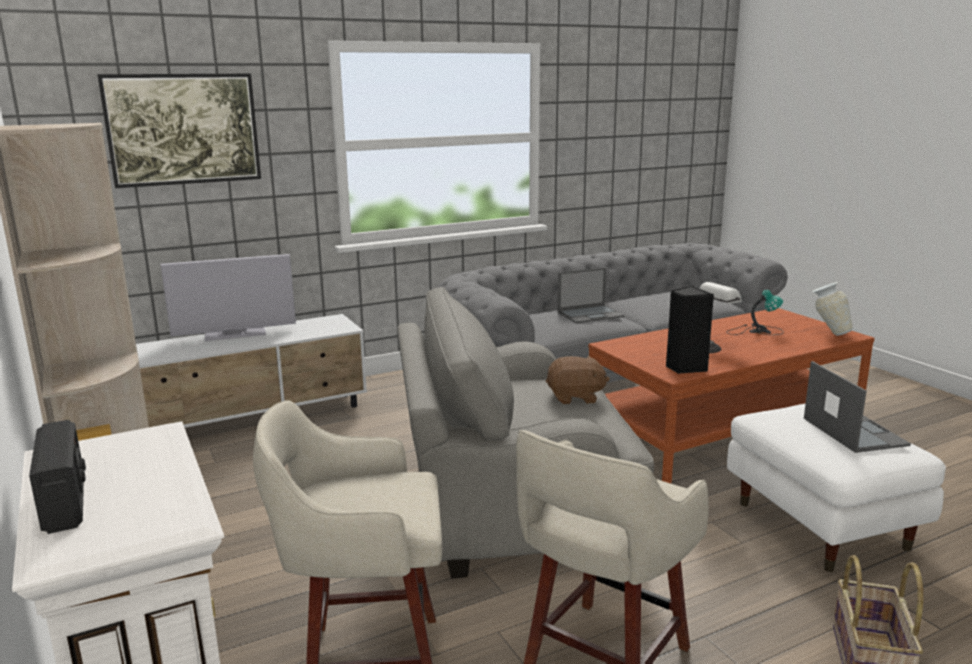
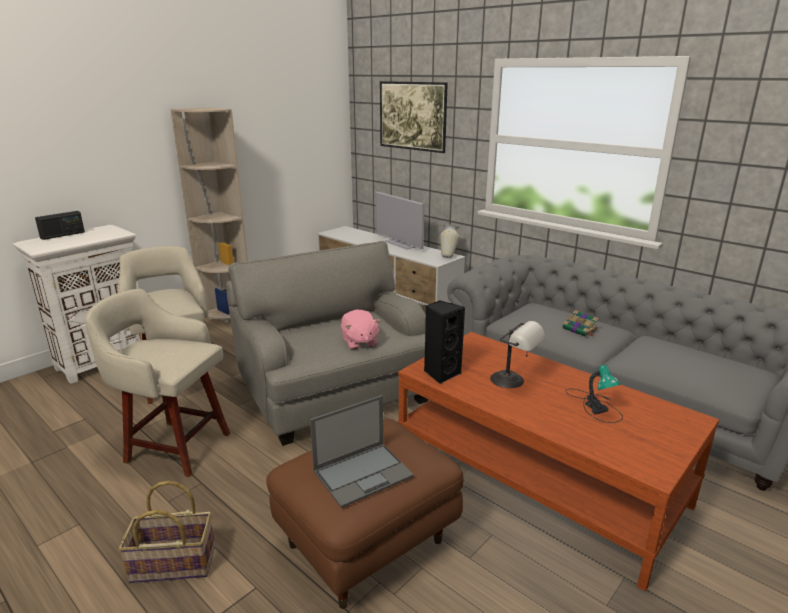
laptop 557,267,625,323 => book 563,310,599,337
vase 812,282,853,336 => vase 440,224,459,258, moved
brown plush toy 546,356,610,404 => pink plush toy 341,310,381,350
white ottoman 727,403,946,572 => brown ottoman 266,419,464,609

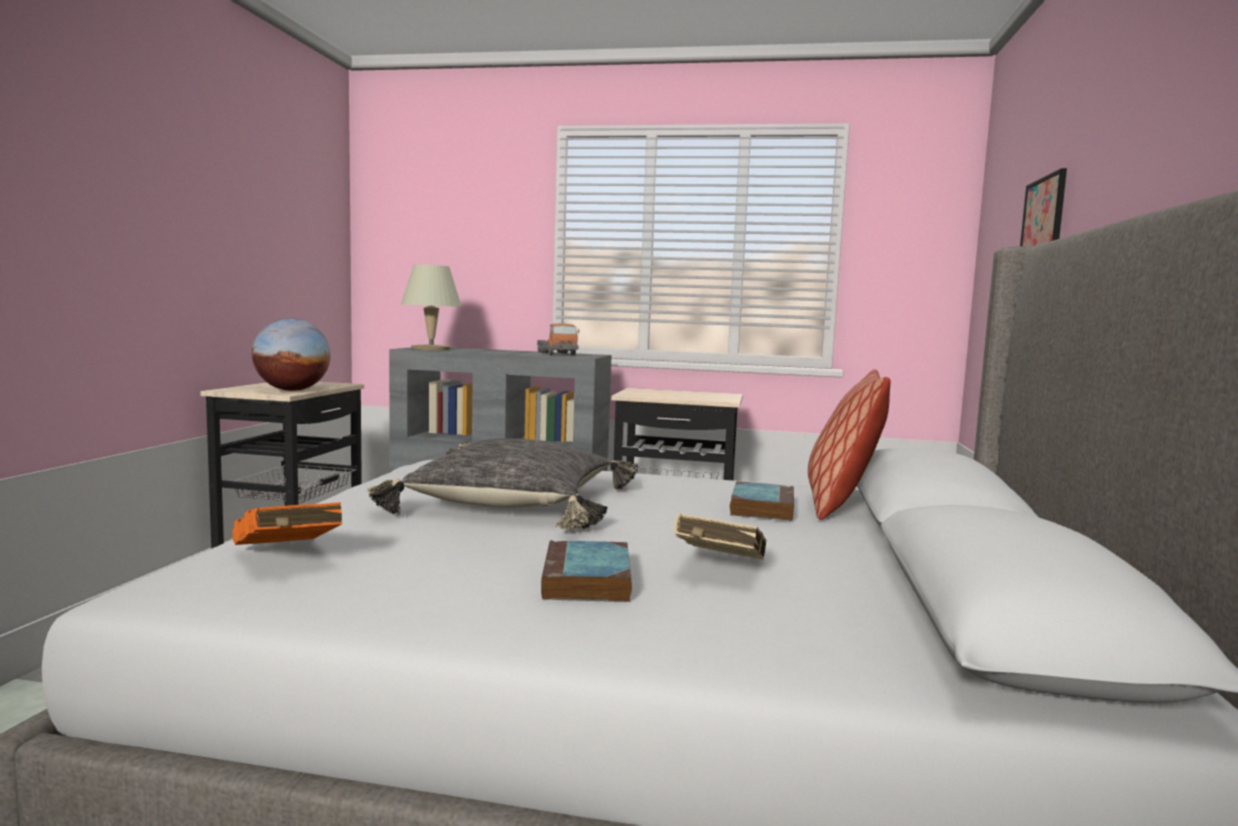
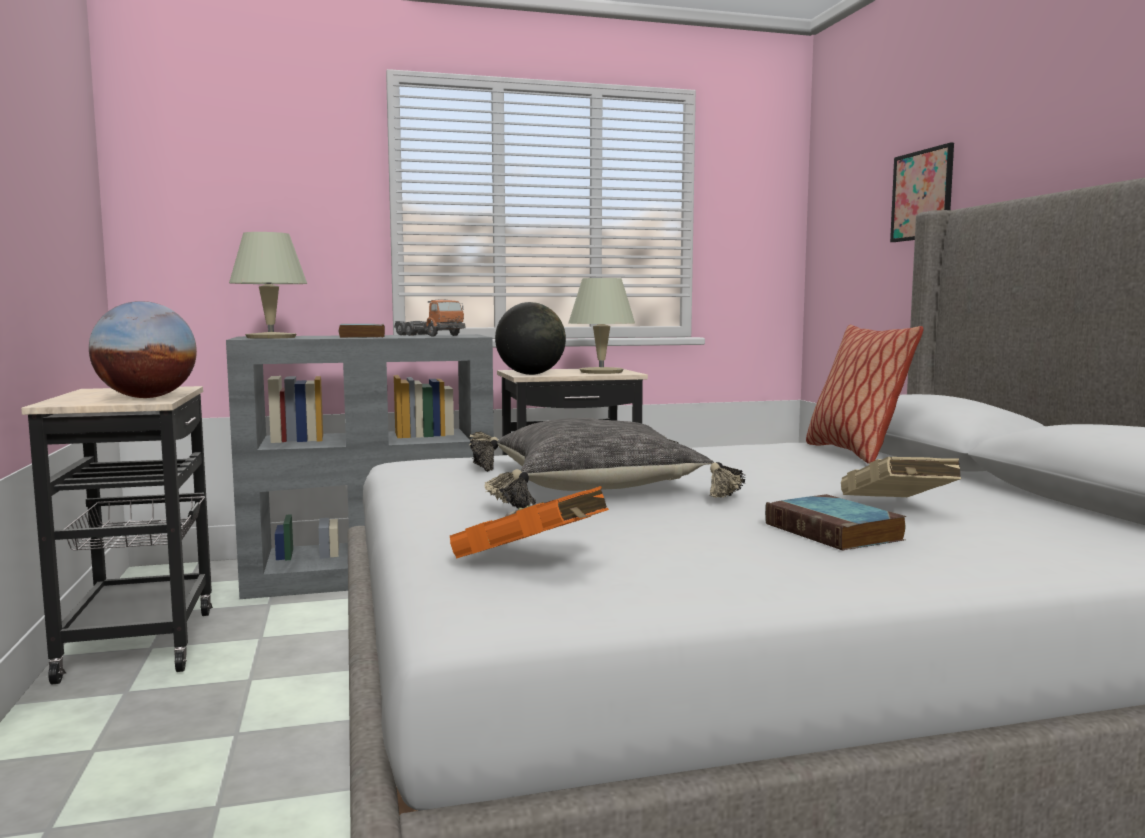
book 730,481,794,521 => book 339,324,385,338, moved
nothing => beige table lamp 568,278,635,374
nothing => globe 495,302,566,375

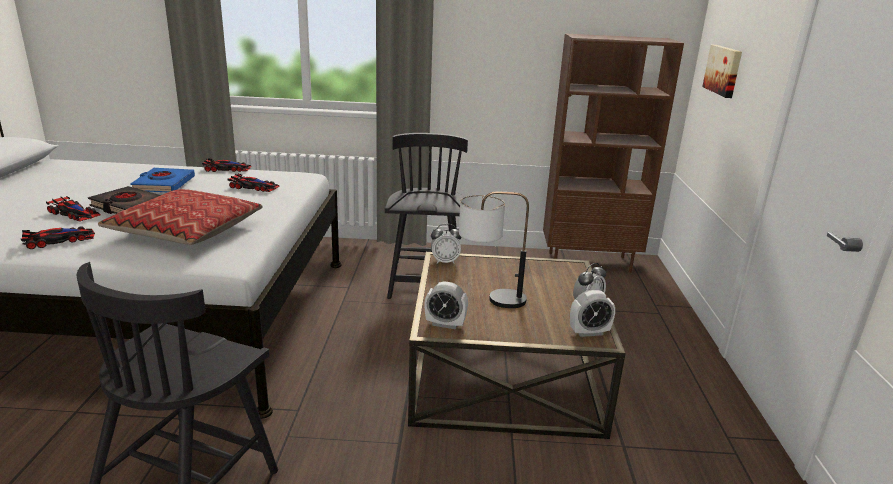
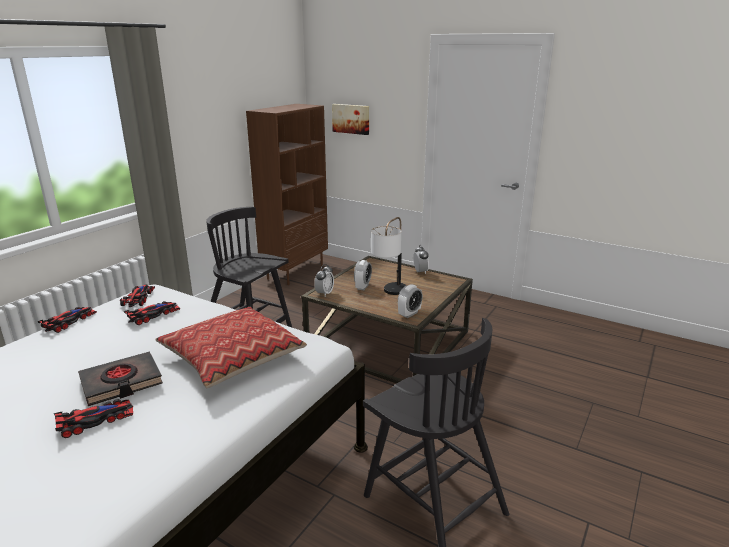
blue book 130,168,195,192 => nothing
toy car 21,227,95,249 => toy car 120,284,155,307, moved
alarm clock 570,290,615,337 => alarm clock 354,260,372,290, moved

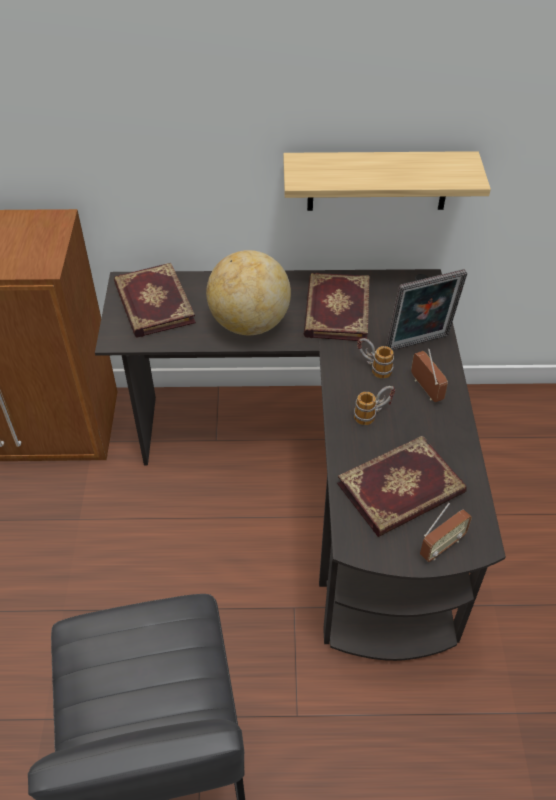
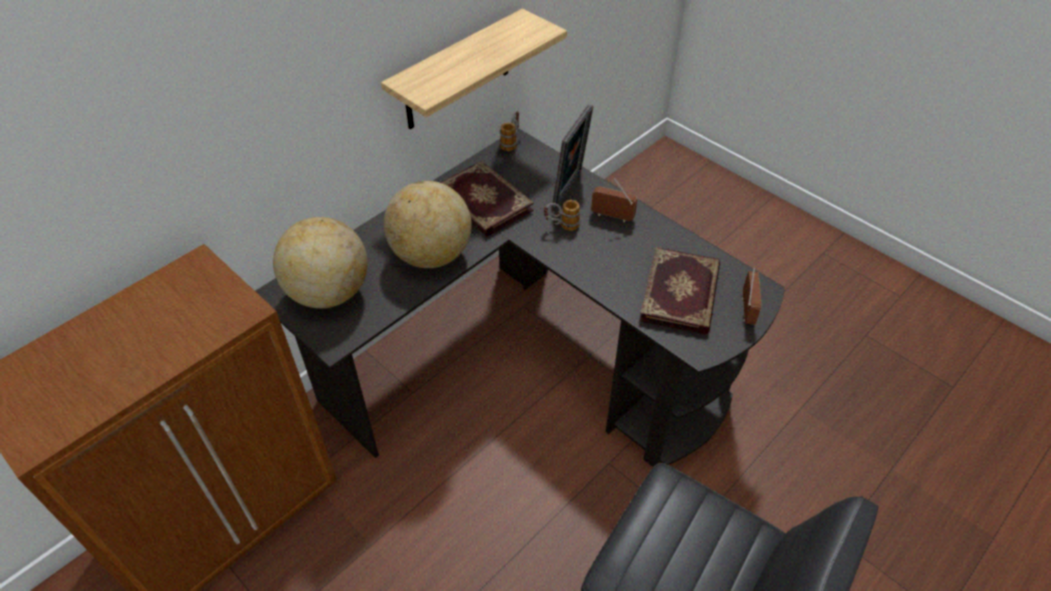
book 114,263,196,338 => globe 273,217,368,308
mug 354,386,395,425 => mug 499,111,519,151, moved

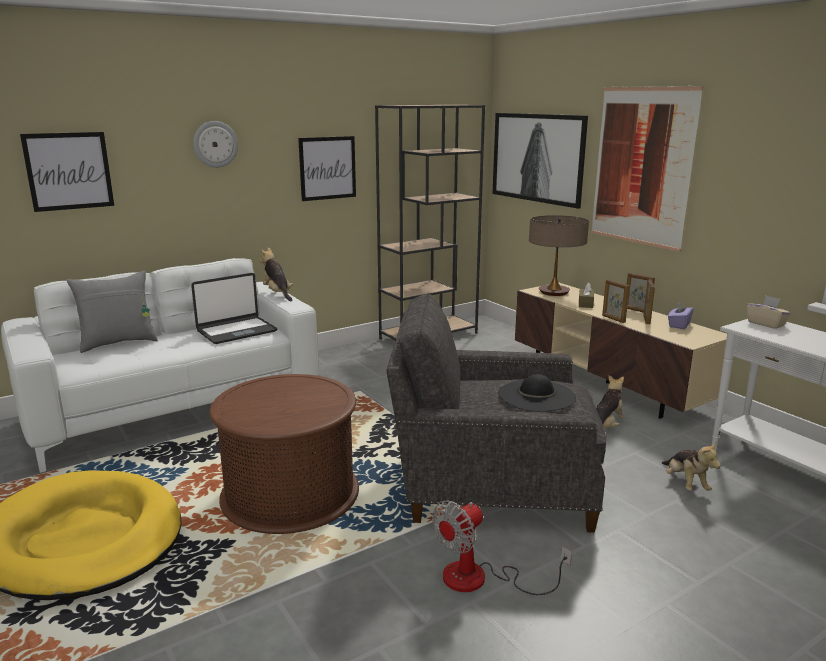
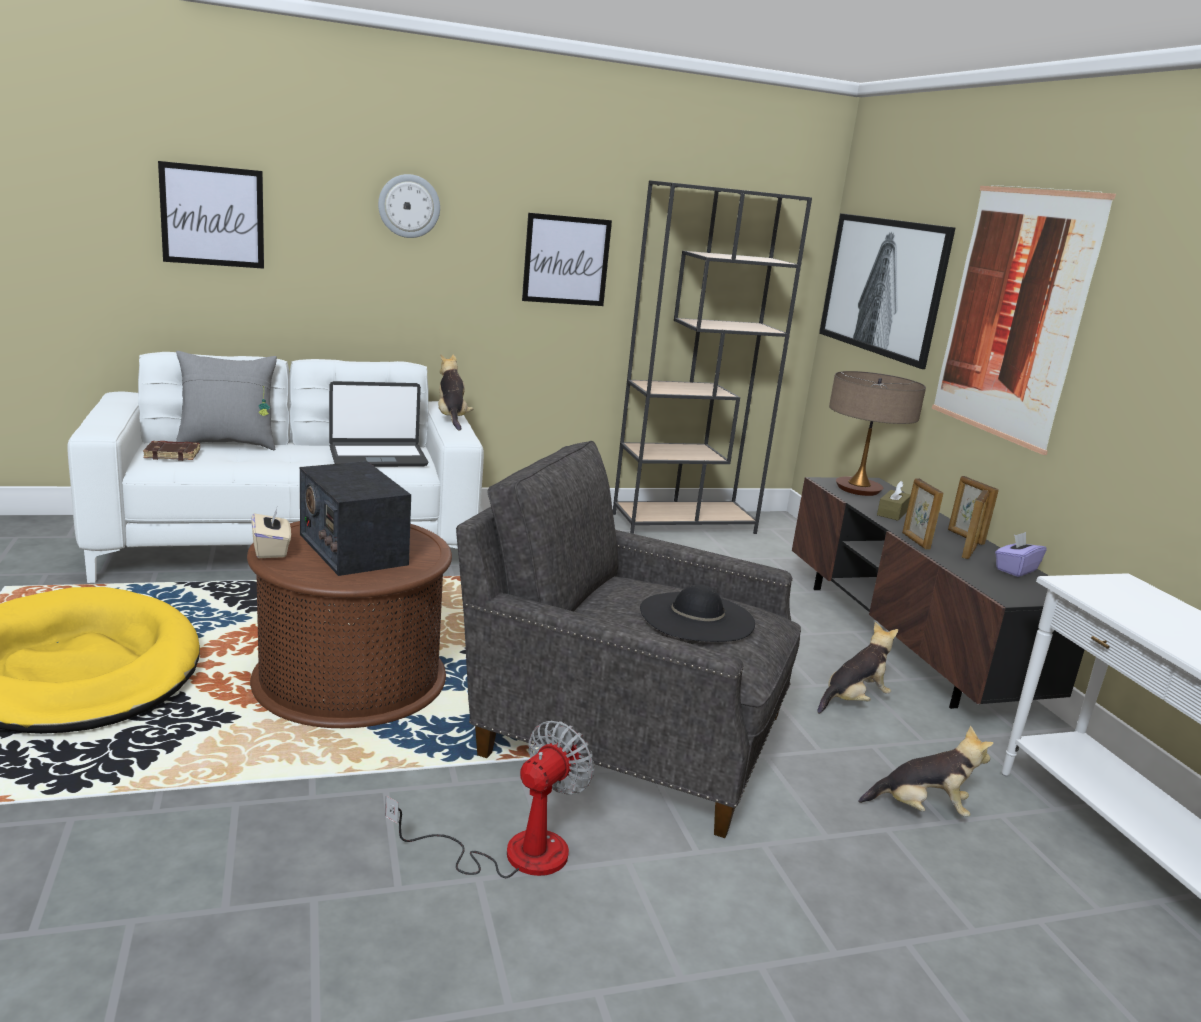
beige tv stand 515,282,727,419 => black tv stand 792,477,1085,709
beige tissue box 747,296,791,329 => beige tissue box 251,508,291,558, moved
plush toy 662,443,721,491 => plush toy 858,725,993,817, 90 degrees counterclockwise
fan 432,500,572,595 => fan 385,720,594,878, 150 degrees clockwise
nothing => brown book 143,441,200,461
nothing => radio 300,461,411,576

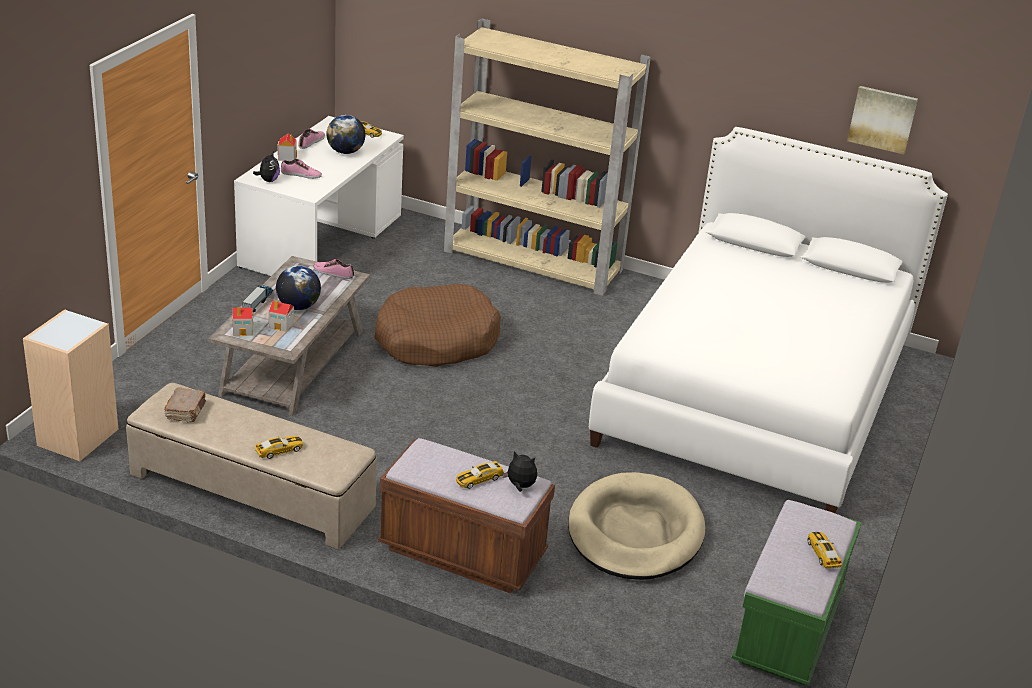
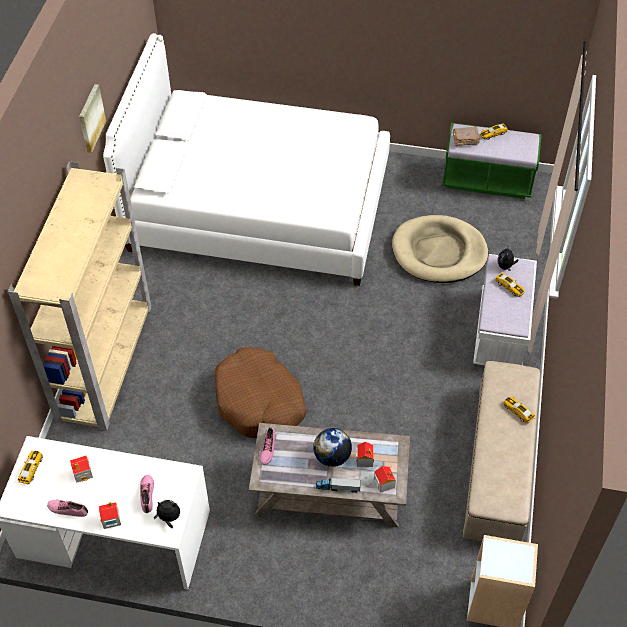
picture 847,86,918,154 => picture 79,84,106,153, moved
globe 326,115,365,154 => toy house 70,455,93,482
brown book 164,387,206,422 => brown book 453,127,480,146, moved
brown bench 378,438,555,594 => white bench 473,254,537,365

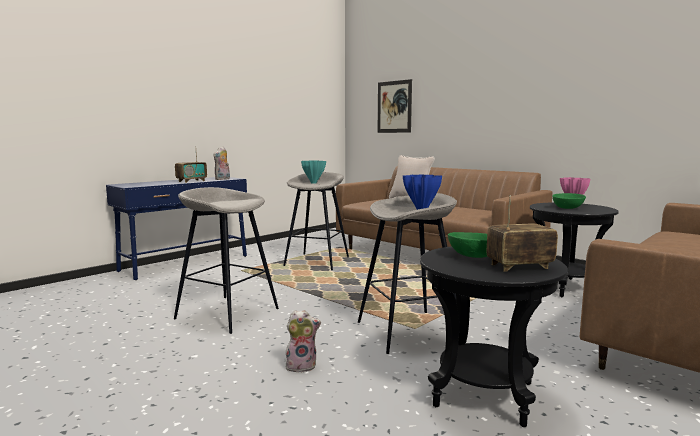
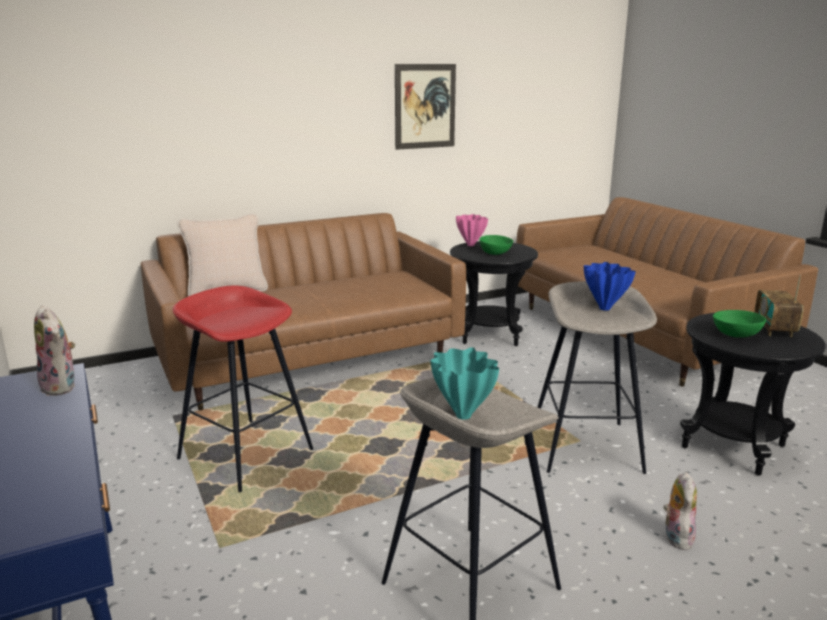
picture 378,79,412,133 => picture 395,64,456,150, moved
radio 175,147,207,183 => nothing
turquoise vase 301,160,326,184 => turquoise vase 430,347,499,420, moved
grey stool 283,172,349,270 => red stool 172,286,313,492

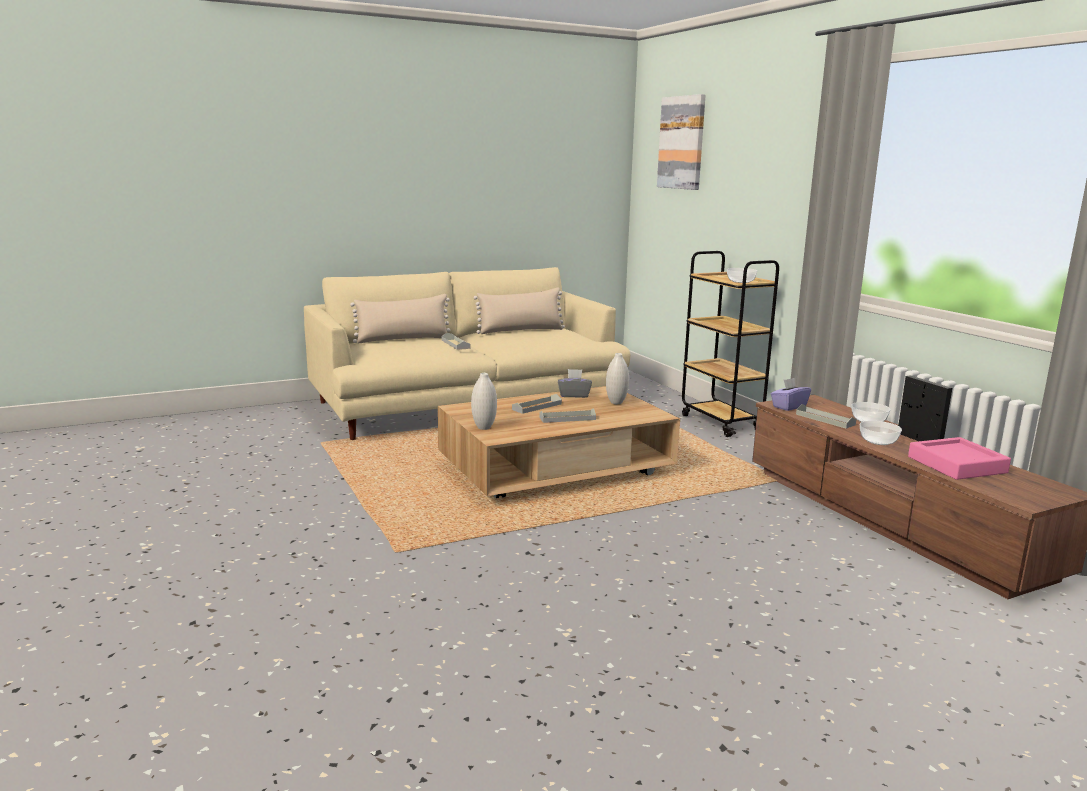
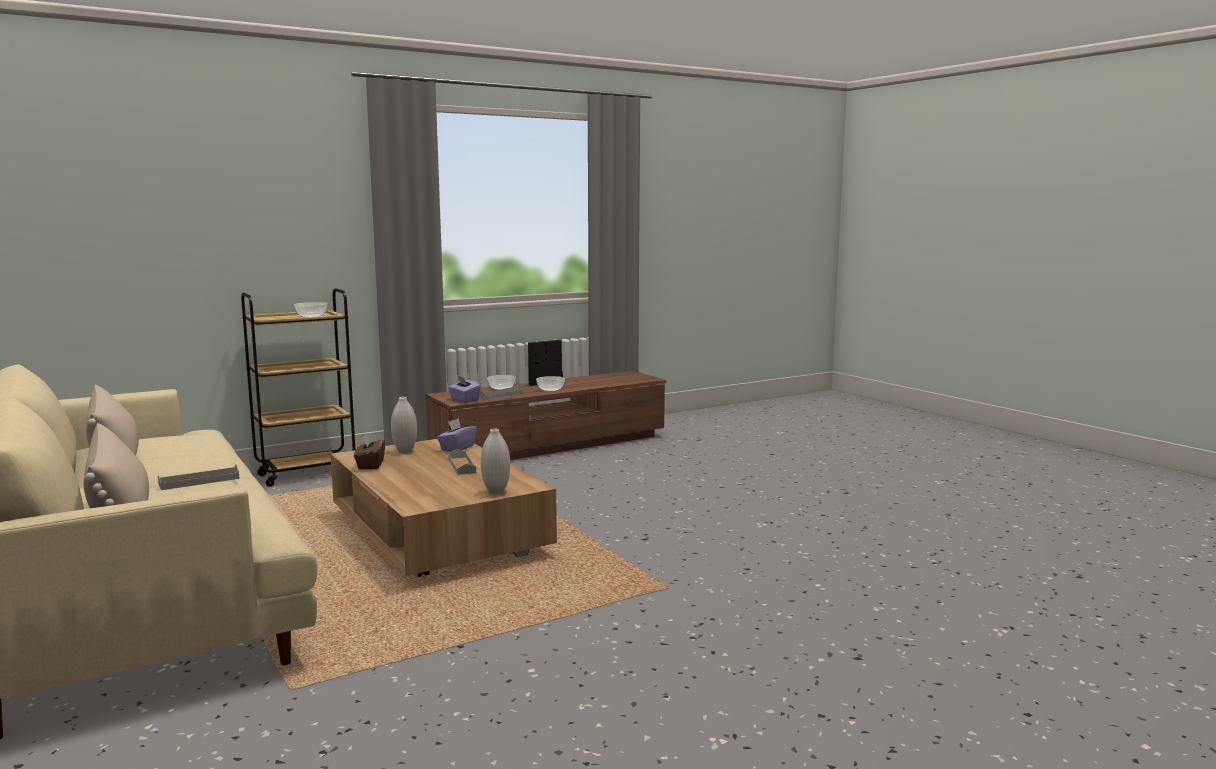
picture 657,94,706,190 => nothing
grey tissue box 558,369,592,398 => brown tissue box 354,434,385,469
grey tray 512,394,562,414 => nothing
pink tray 908,437,1011,480 => nothing
nothing => purple tissue box 437,418,477,452

